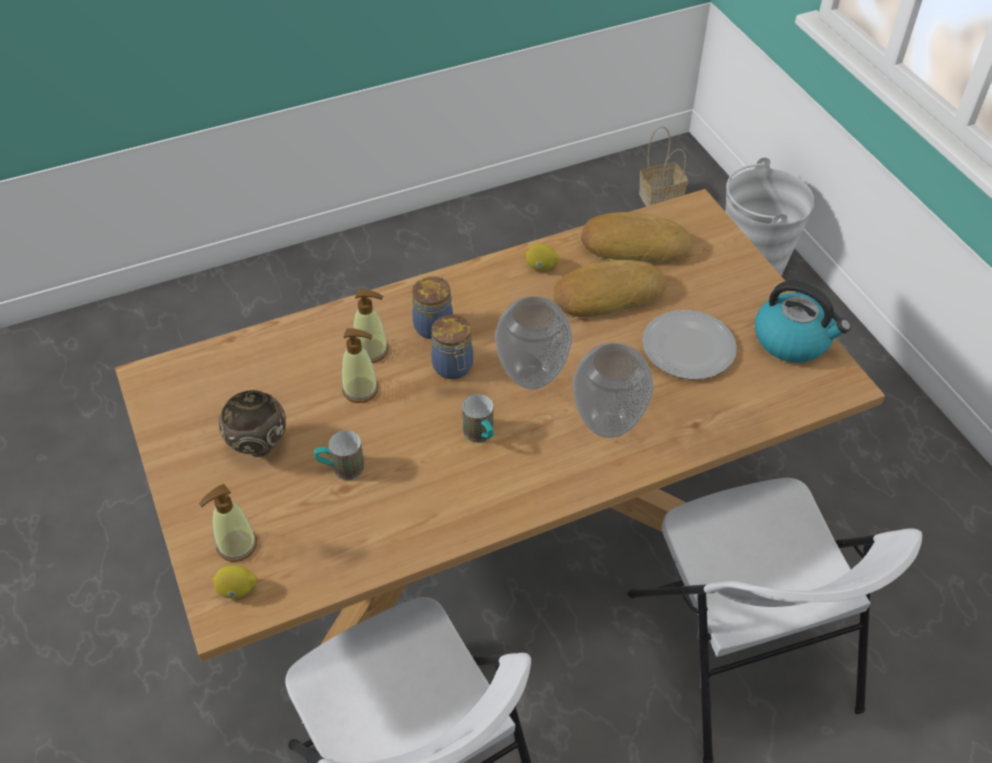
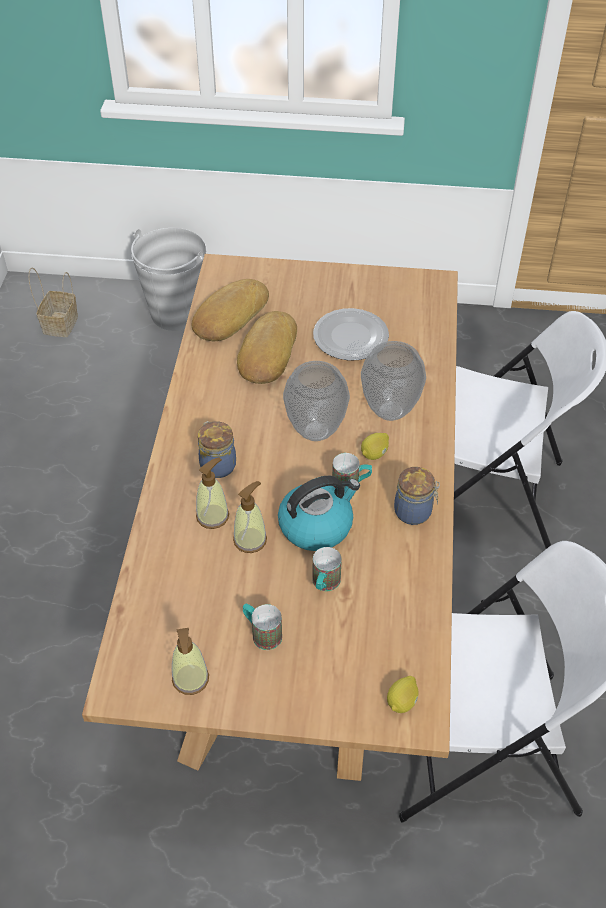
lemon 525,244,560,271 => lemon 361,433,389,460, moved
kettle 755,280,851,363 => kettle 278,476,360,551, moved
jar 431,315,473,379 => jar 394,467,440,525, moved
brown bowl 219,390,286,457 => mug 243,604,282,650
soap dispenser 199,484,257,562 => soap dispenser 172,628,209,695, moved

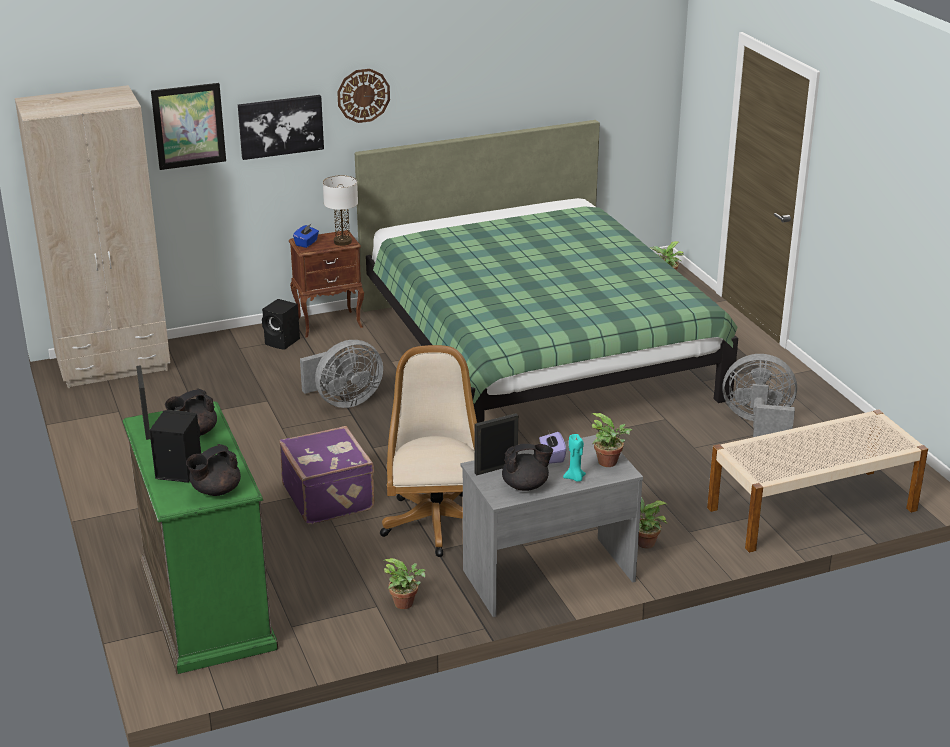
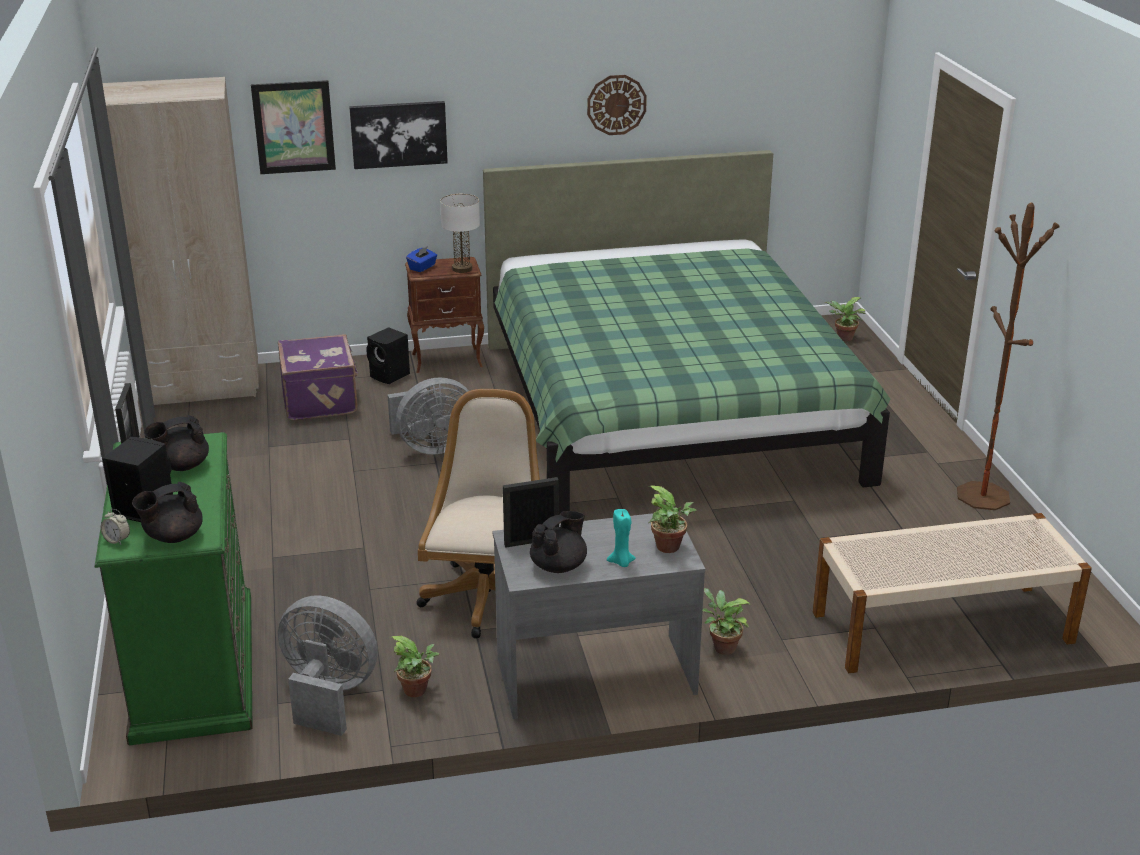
wall clock 337,69,390,123 => wall clock 587,75,647,135, moved
grey fan 722,354,797,437 => grey fan 278,595,378,736, moved
purple suitcase 279,426,374,524 => purple suitcase 278,334,358,420, moved
purple tissue box 539,430,566,464 => nothing
black teapot 502,444,553,491 => black teapot 530,511,587,573, 45 degrees counterclockwise
nothing => brown clothes rack 957,203,1060,510
nothing => alarm clock 101,509,130,545

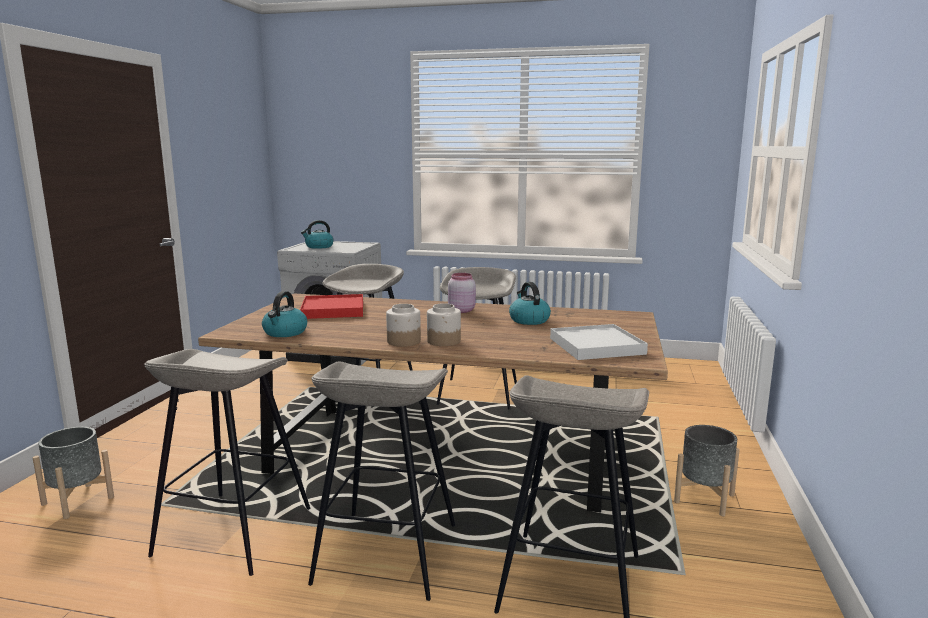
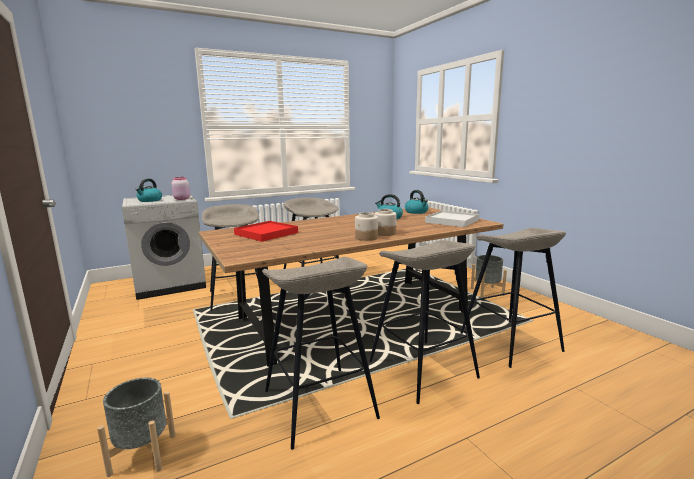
pink jar 448,273,476,313 => pink jar 171,177,190,200, moved
kettle 262,291,307,337 => kettle 405,190,429,214, moved

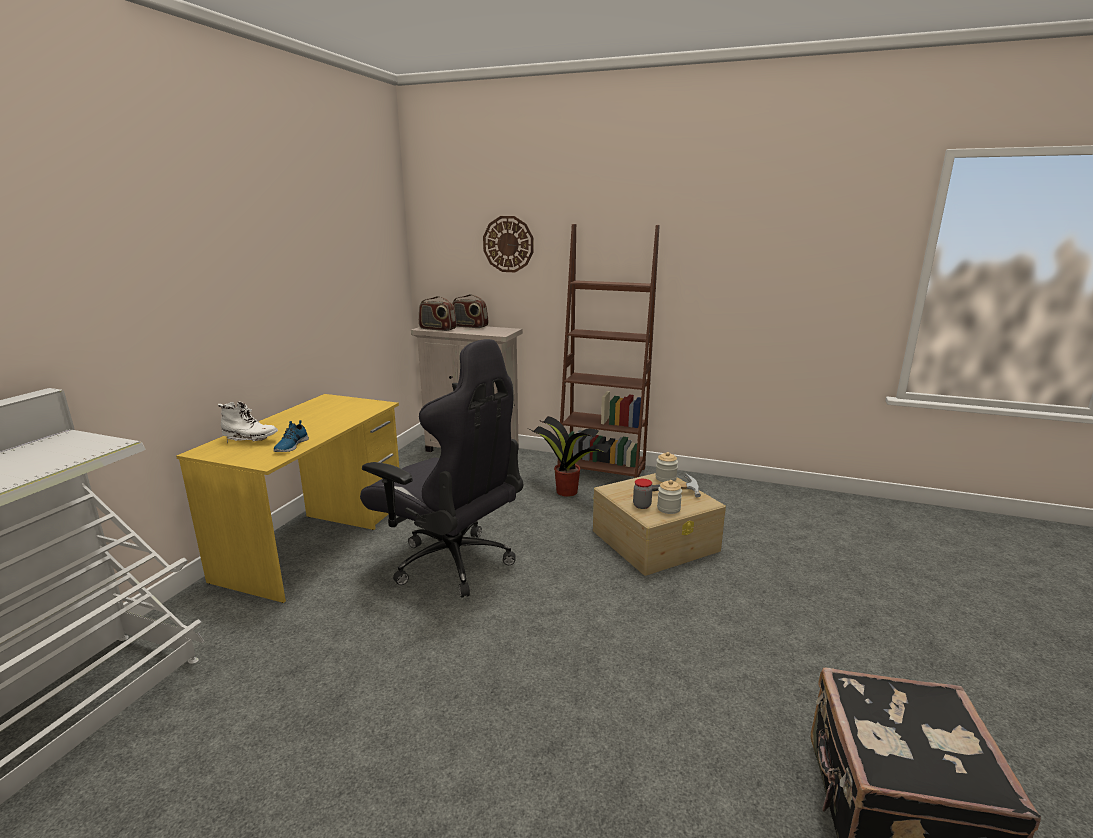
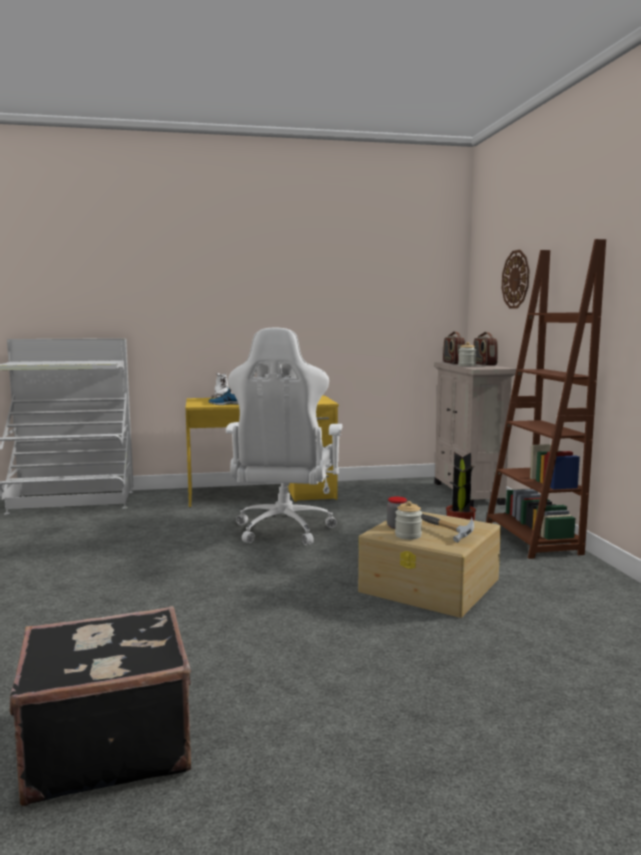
black office chair 360,339,523,598 => white office chair 226,328,342,545
jar 655,452,678,482 => jar 458,342,476,366, moved

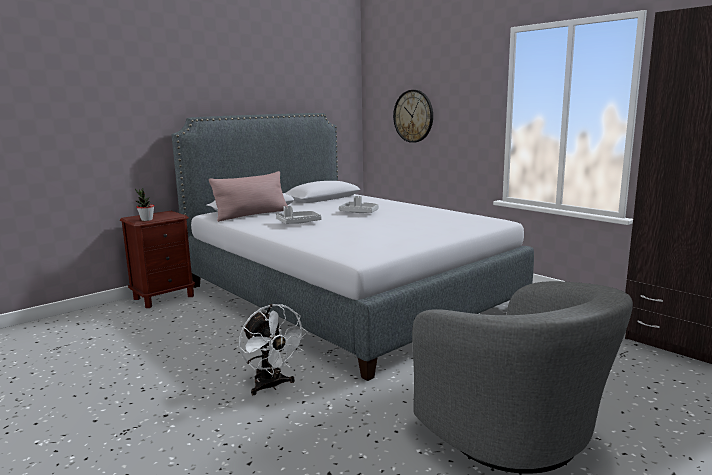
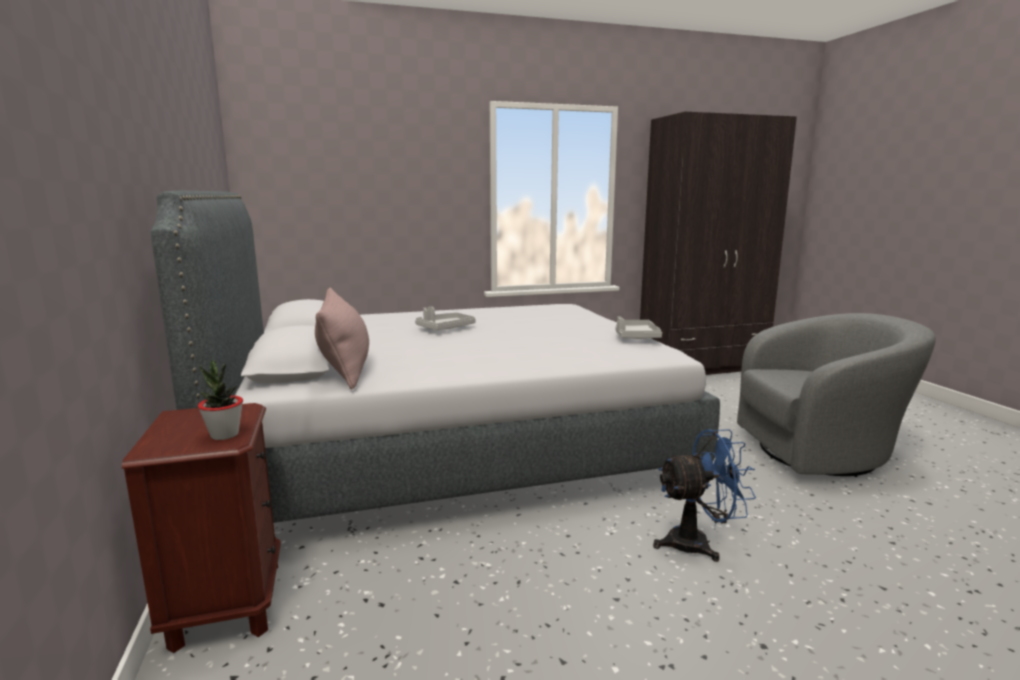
wall clock 393,90,433,143 => nothing
grey tray 276,206,322,224 => grey tray 615,317,662,339, moved
white fan 239,304,308,395 => blue fan 653,429,756,562

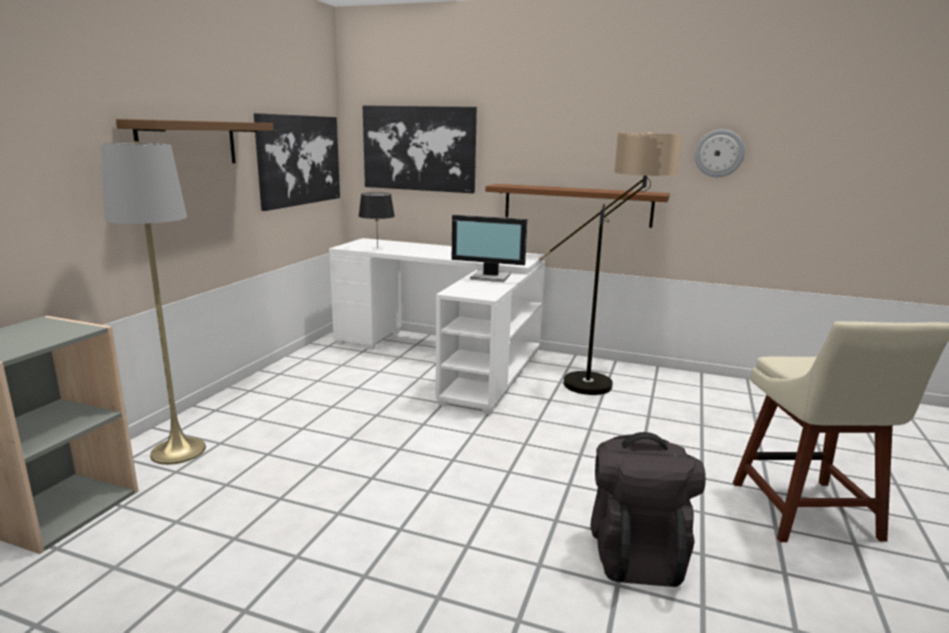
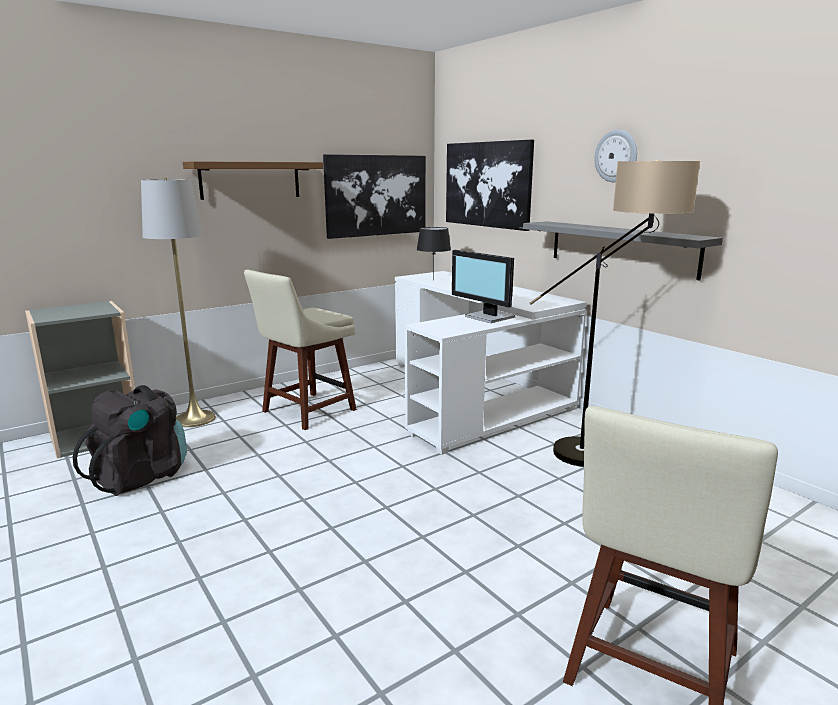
wall clock 695,129,745,177 => wall clock 595,129,637,182, moved
brown shelf 485,184,670,228 => grey shelf 523,221,723,281
black backpack 590,432,706,587 => black backpack 73,385,187,496, moved
nothing => beige stool 244,270,357,430

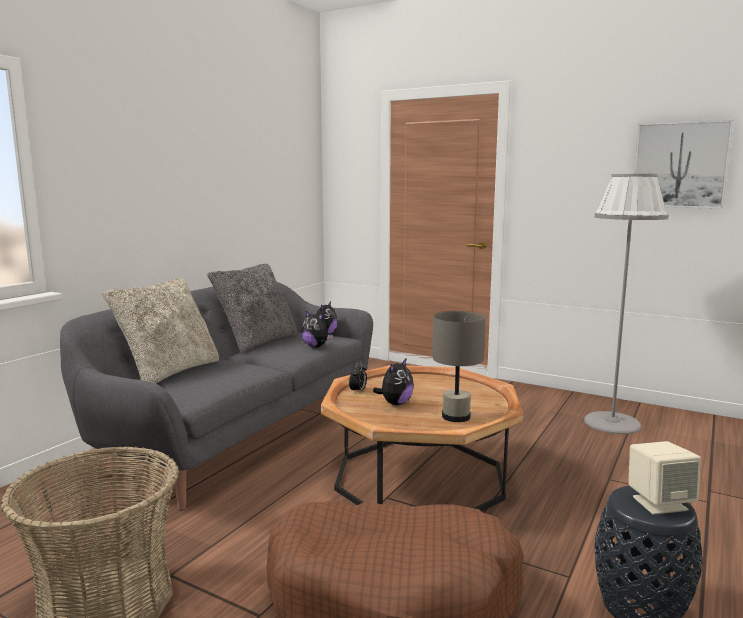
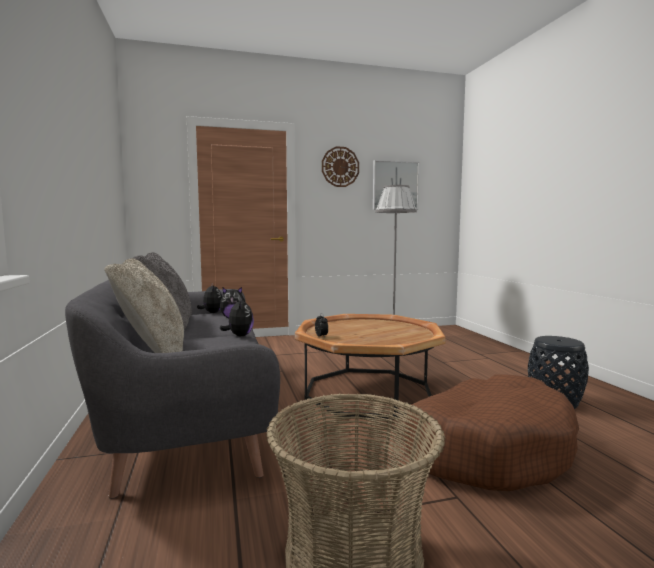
grey table lamp 432,311,485,422 => nothing
plush toy 373,359,414,405 => plush toy 220,298,254,336, moved
beige speaker 628,441,701,515 => nothing
nothing => wall clock 322,146,359,187

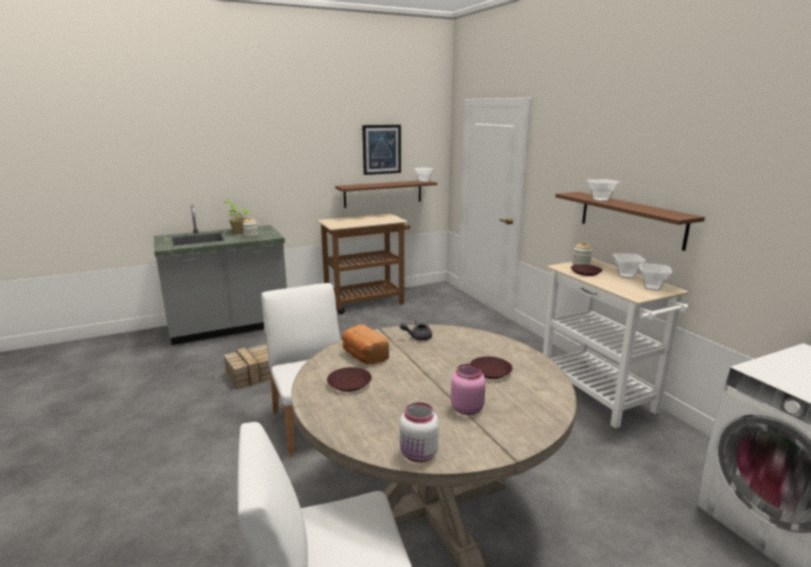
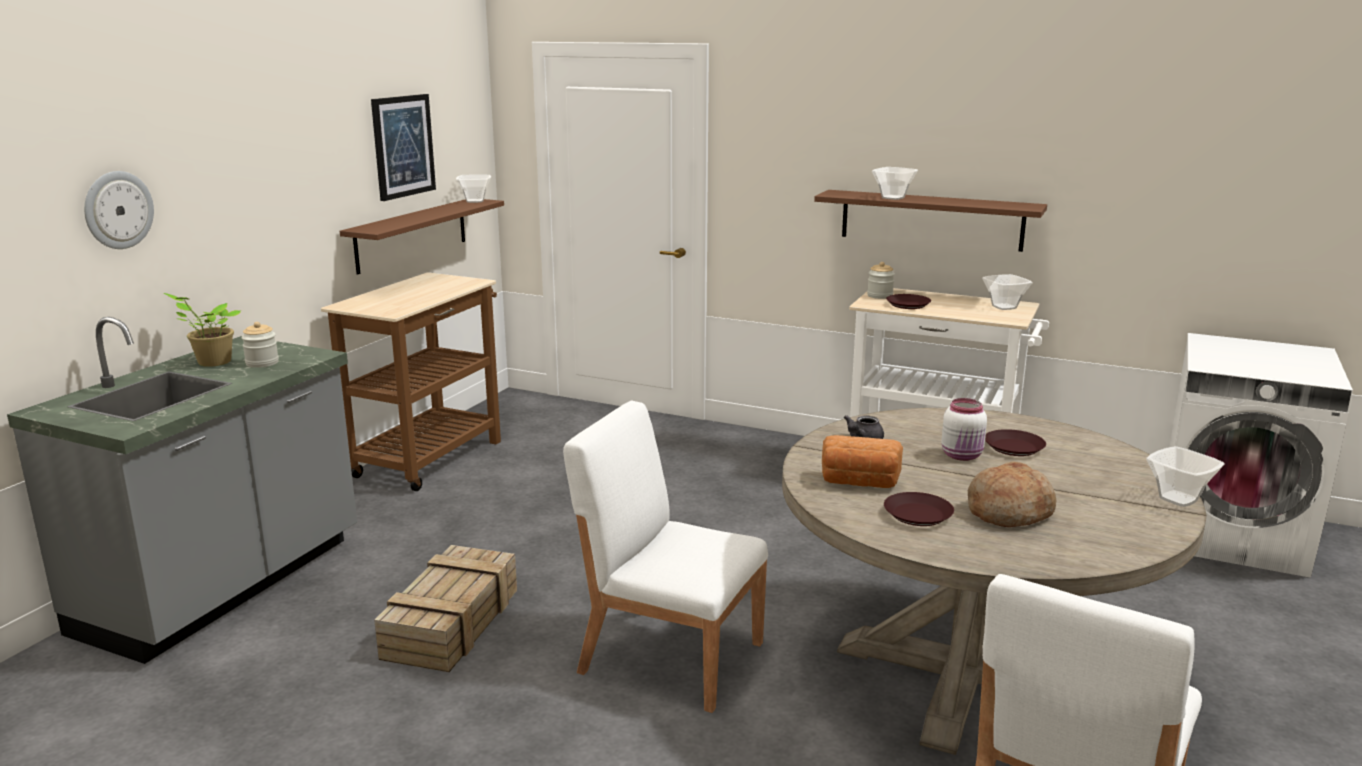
bowl 613,253,646,278 => bowl 1146,446,1225,507, moved
pink jar 451,364,486,415 => nothing
white jar 400,402,439,462 => white jar 941,398,987,461, moved
nothing => wall clock 84,171,154,249
nothing => bread 968,461,1056,527

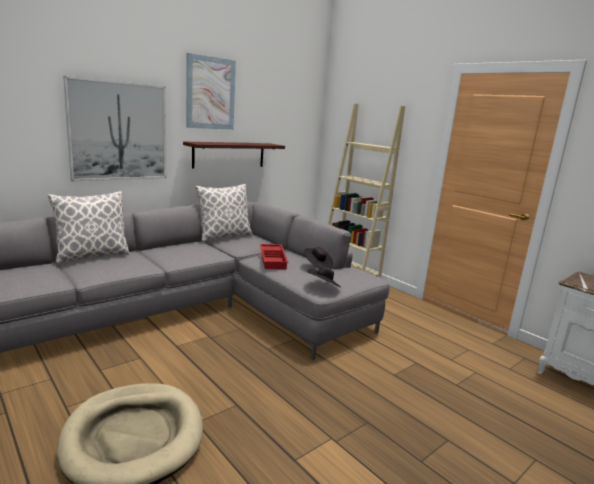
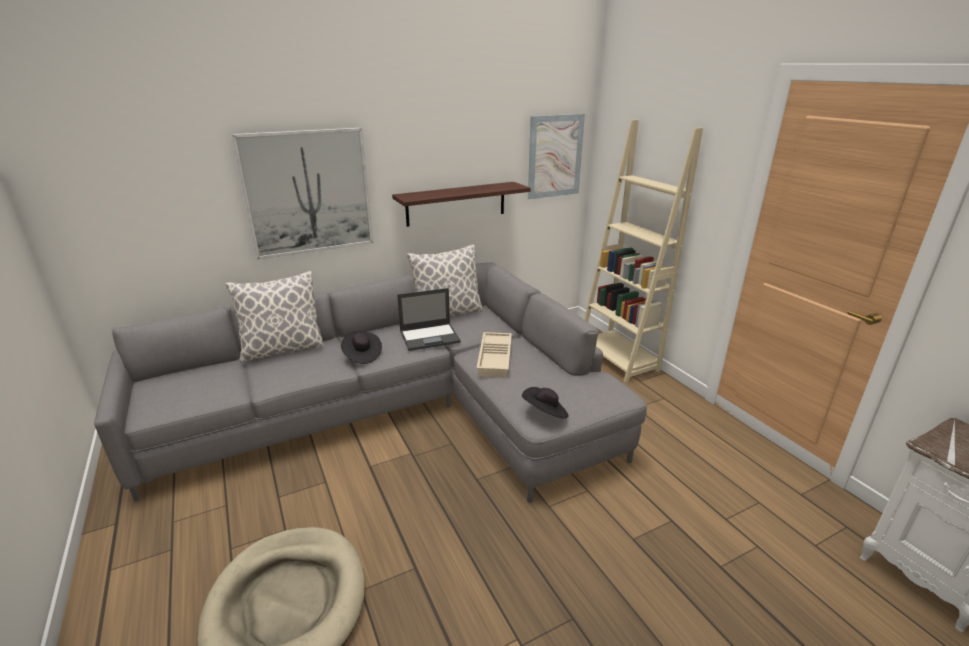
picture 186,53,236,130 => picture 528,114,585,199, moved
red tray 260,244,289,270 => beige tray 476,332,512,377
black hat 304,247,333,269 => black hat 341,331,382,364, moved
nothing => laptop 397,288,461,351

